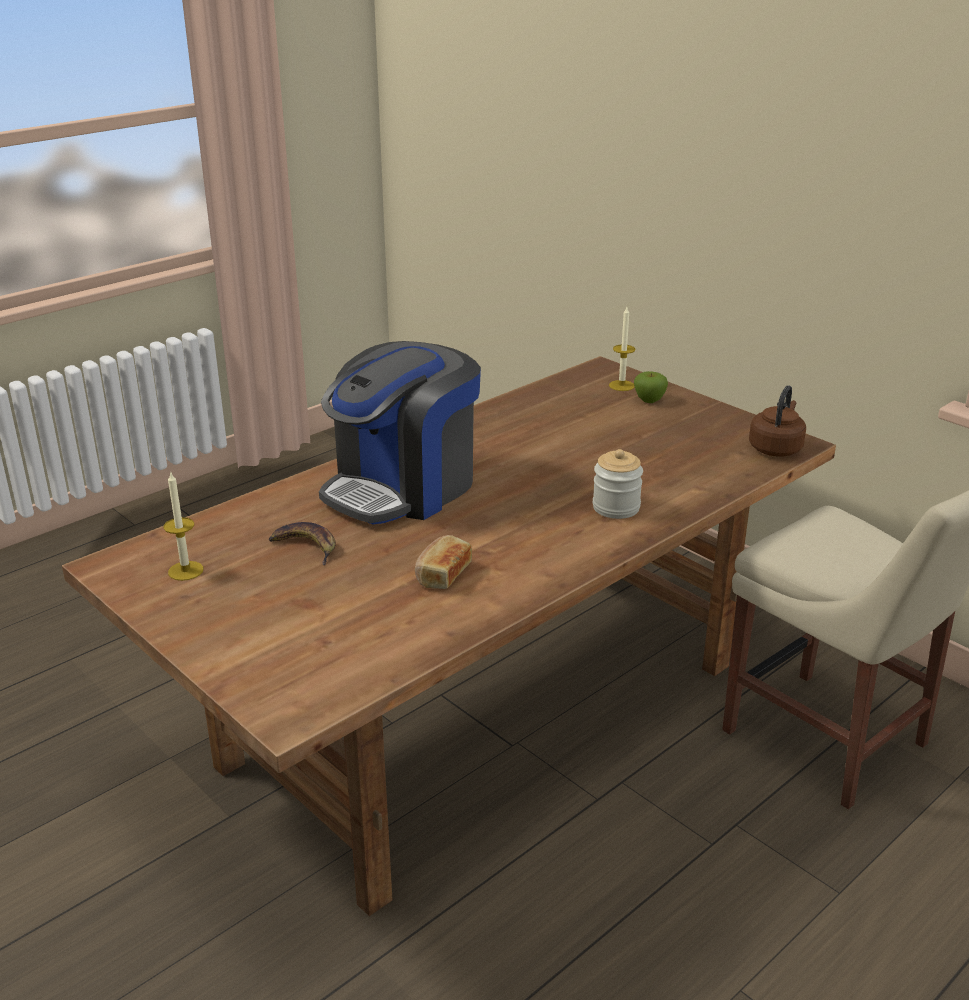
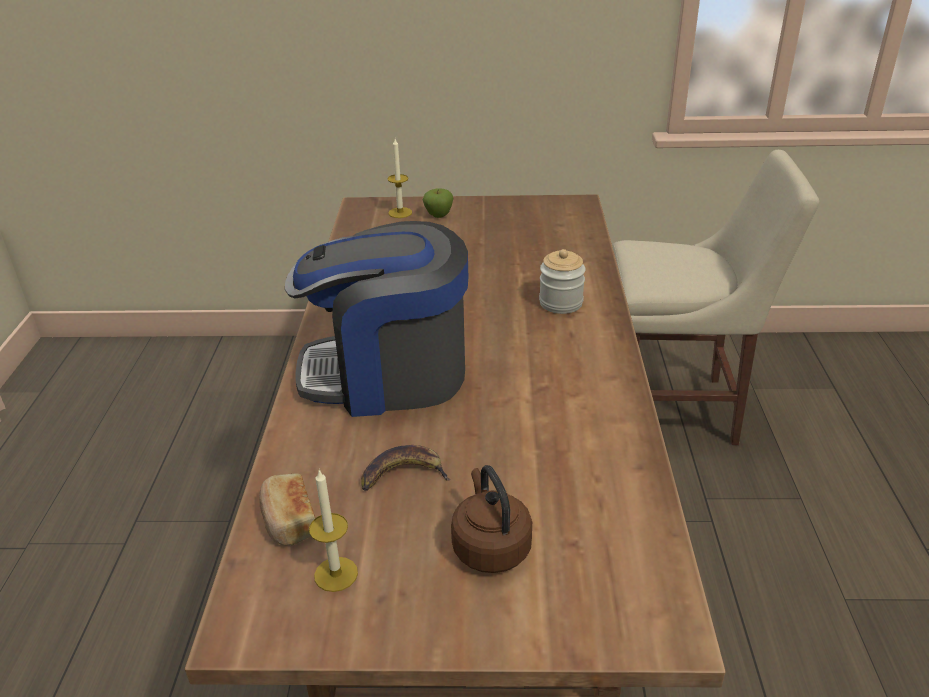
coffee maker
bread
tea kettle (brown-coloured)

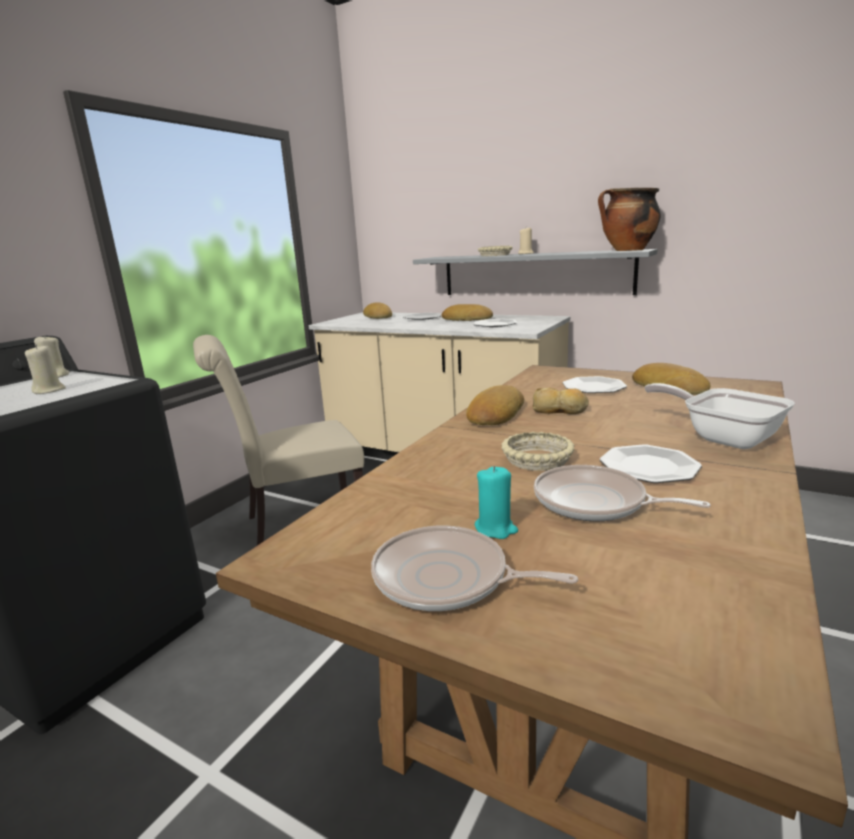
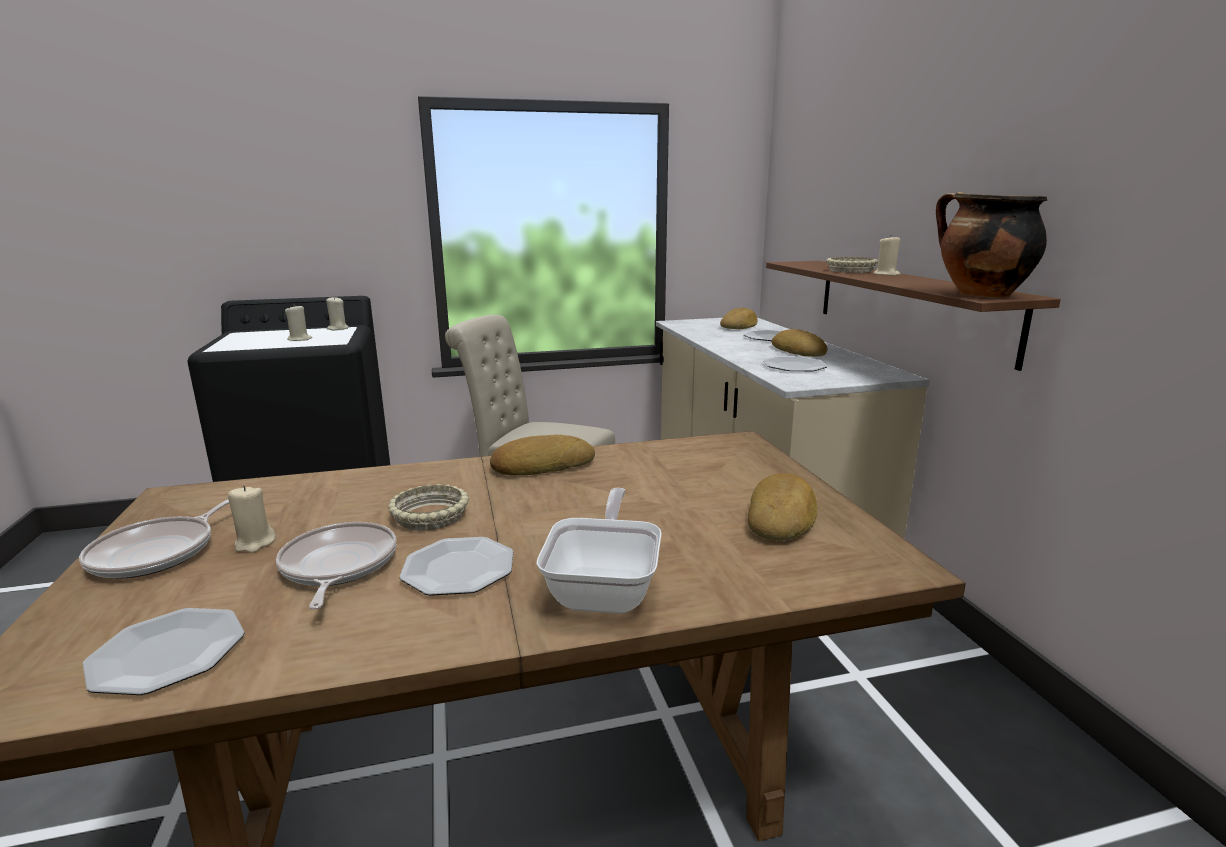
frying pan (no. 1 from left)
bracket shelf (brown-coloured)
candle (beige) (no. 1 from left)
bread (no. 4 from left in the first image)
dinner plate (no. 1 from left)

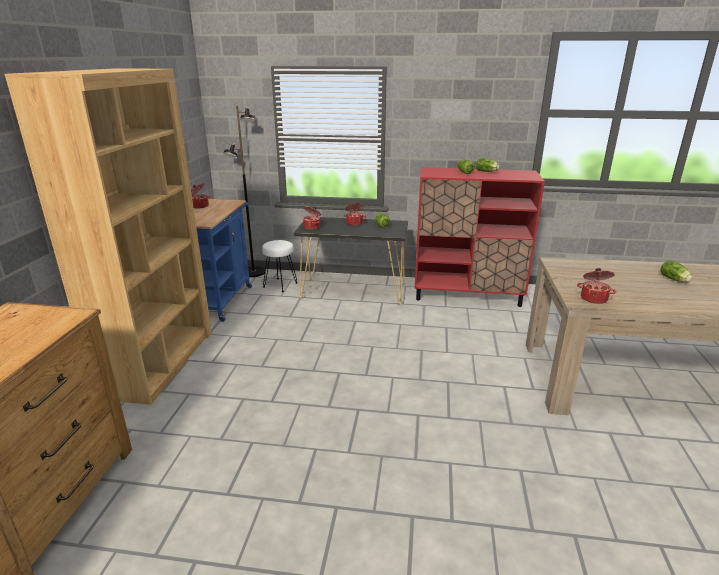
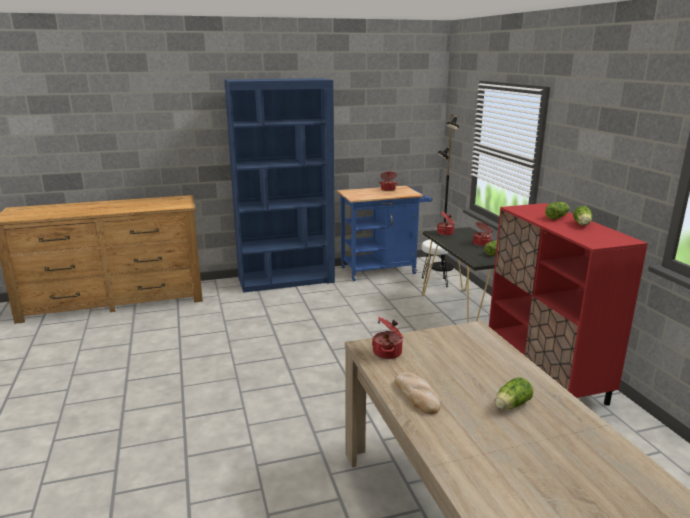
shelving unit (blue)
bread

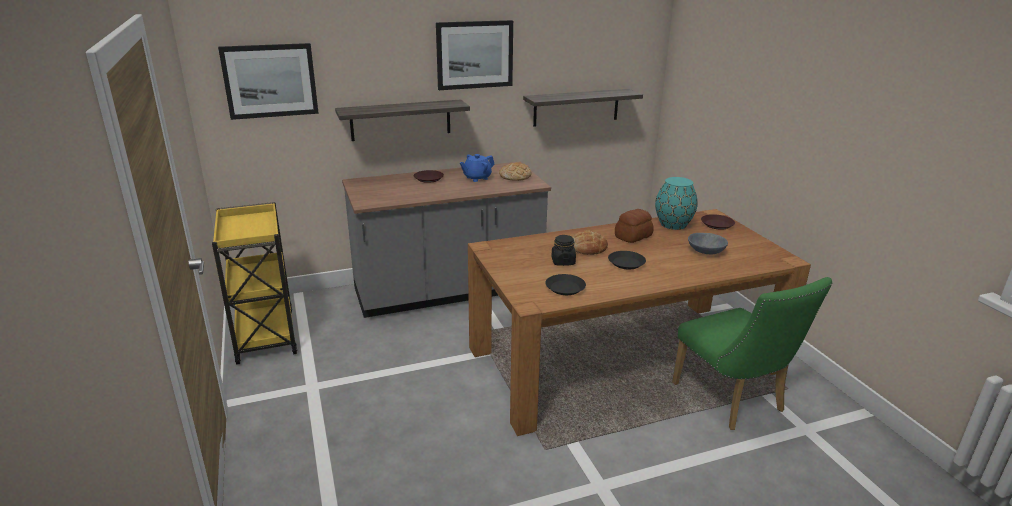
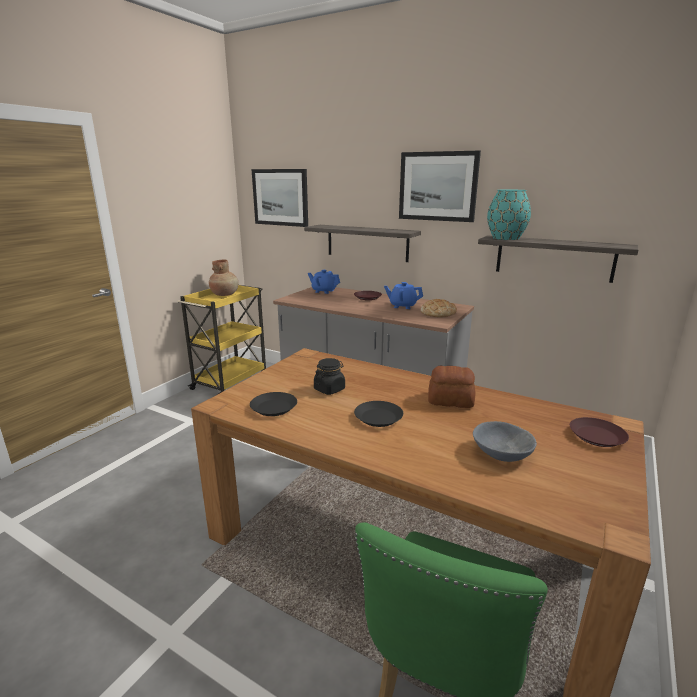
bread (no. 2 from left in the first image)
flower vase (blue-green)
flower vase (brown-coloured)
teapot (blue) (no. 1 from left)

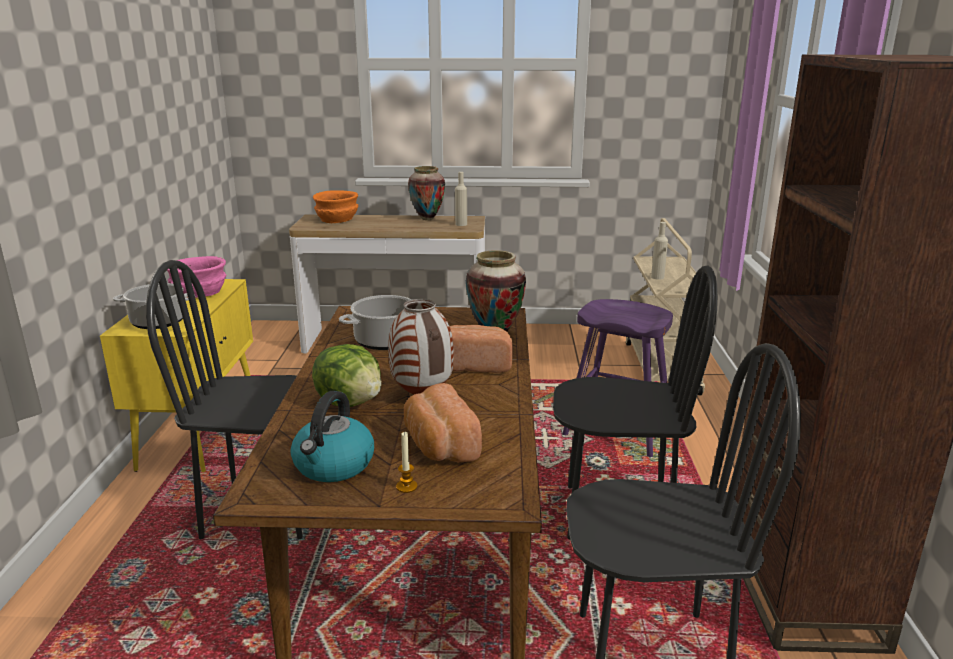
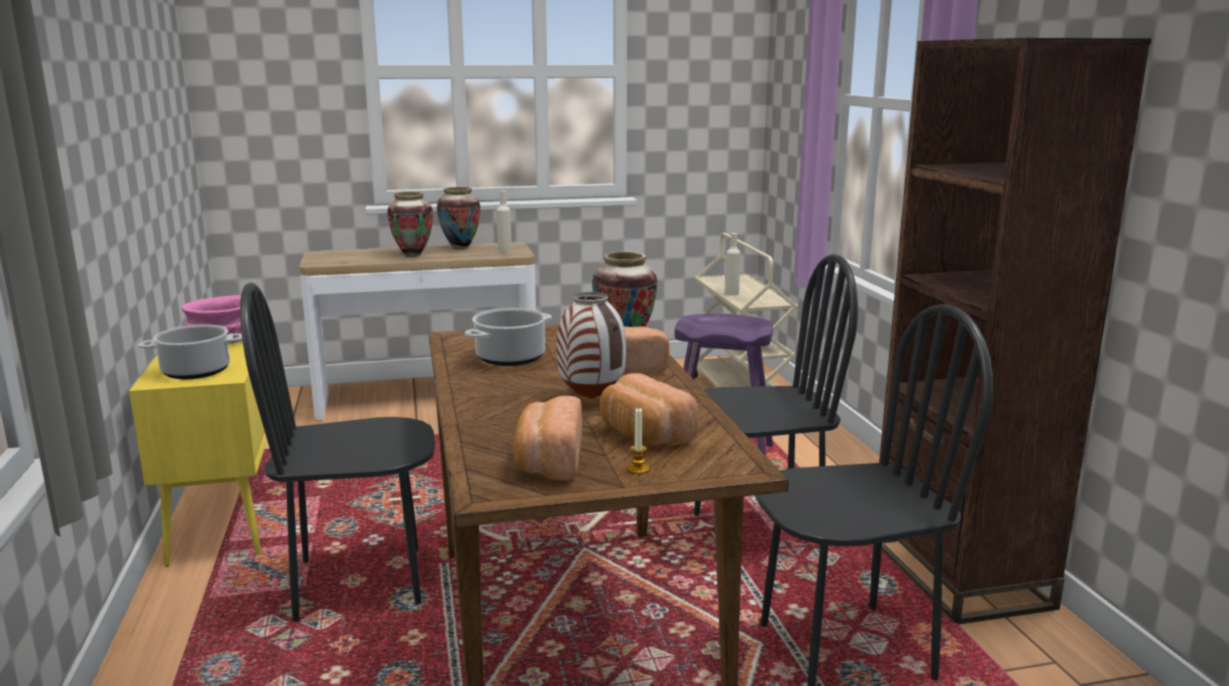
bread (no. 1 from left)
head of lettuce
serving bowl (orange)
flower vase (no. 1 from left)

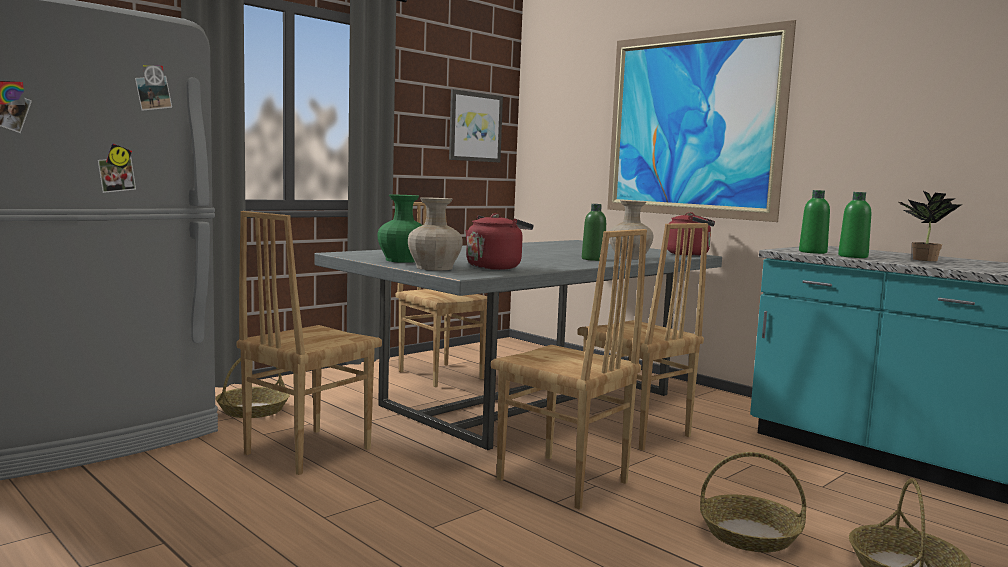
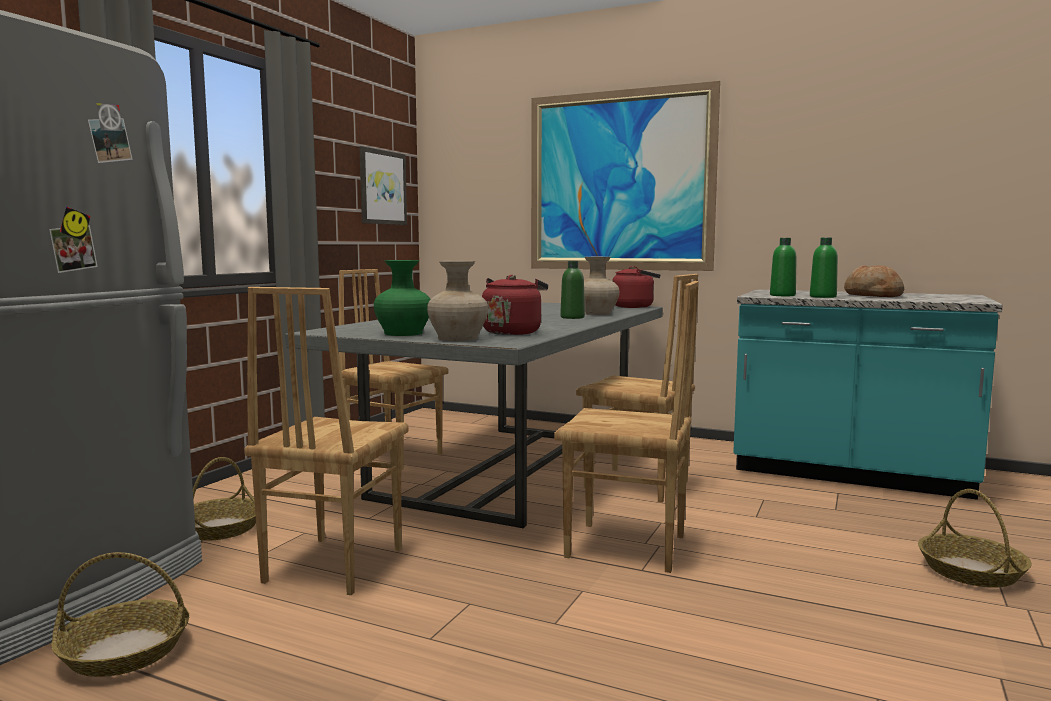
household basket (no. 1 from left)
bread

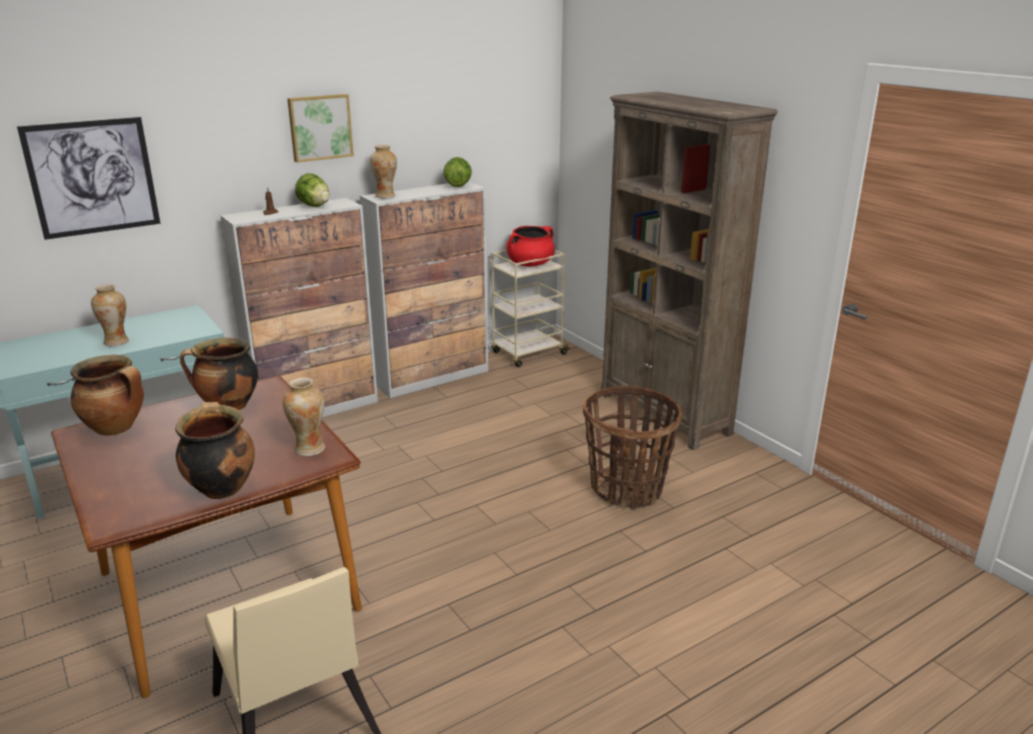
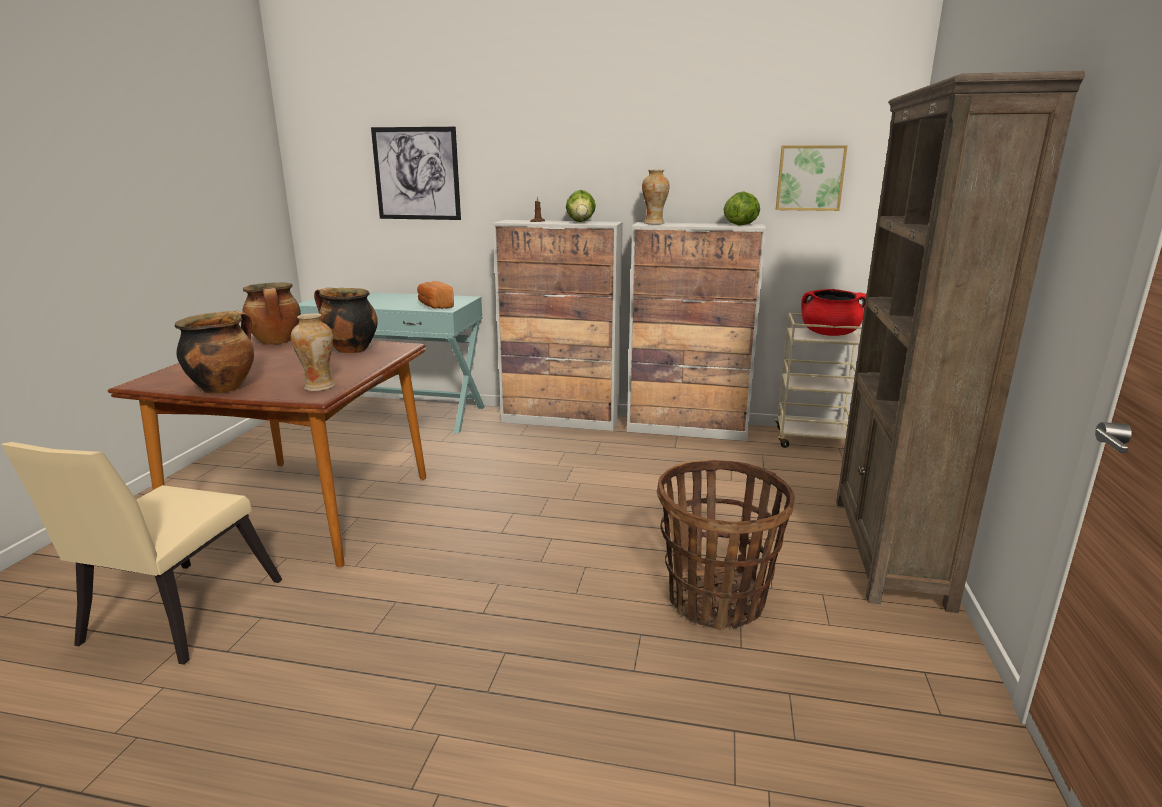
flower vase (no. 1 from left in the first image)
wall picture (no. 2 from left)
bread

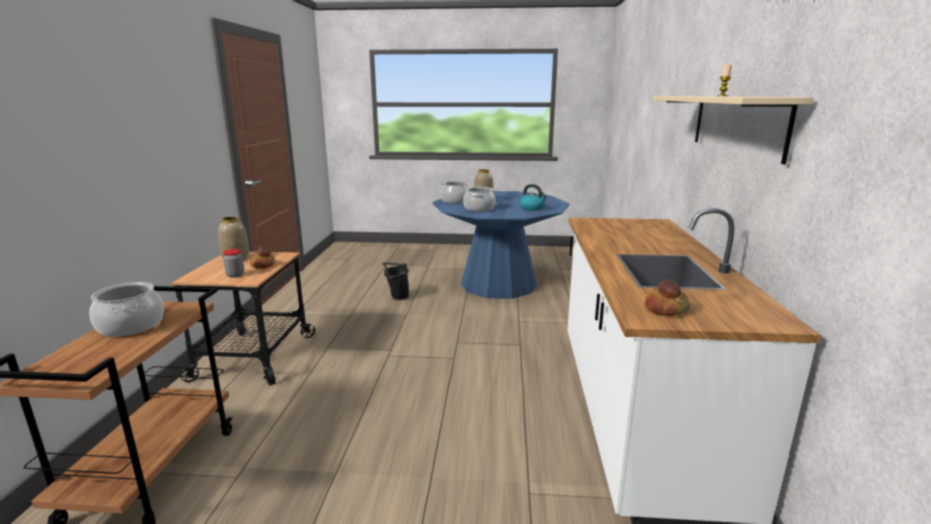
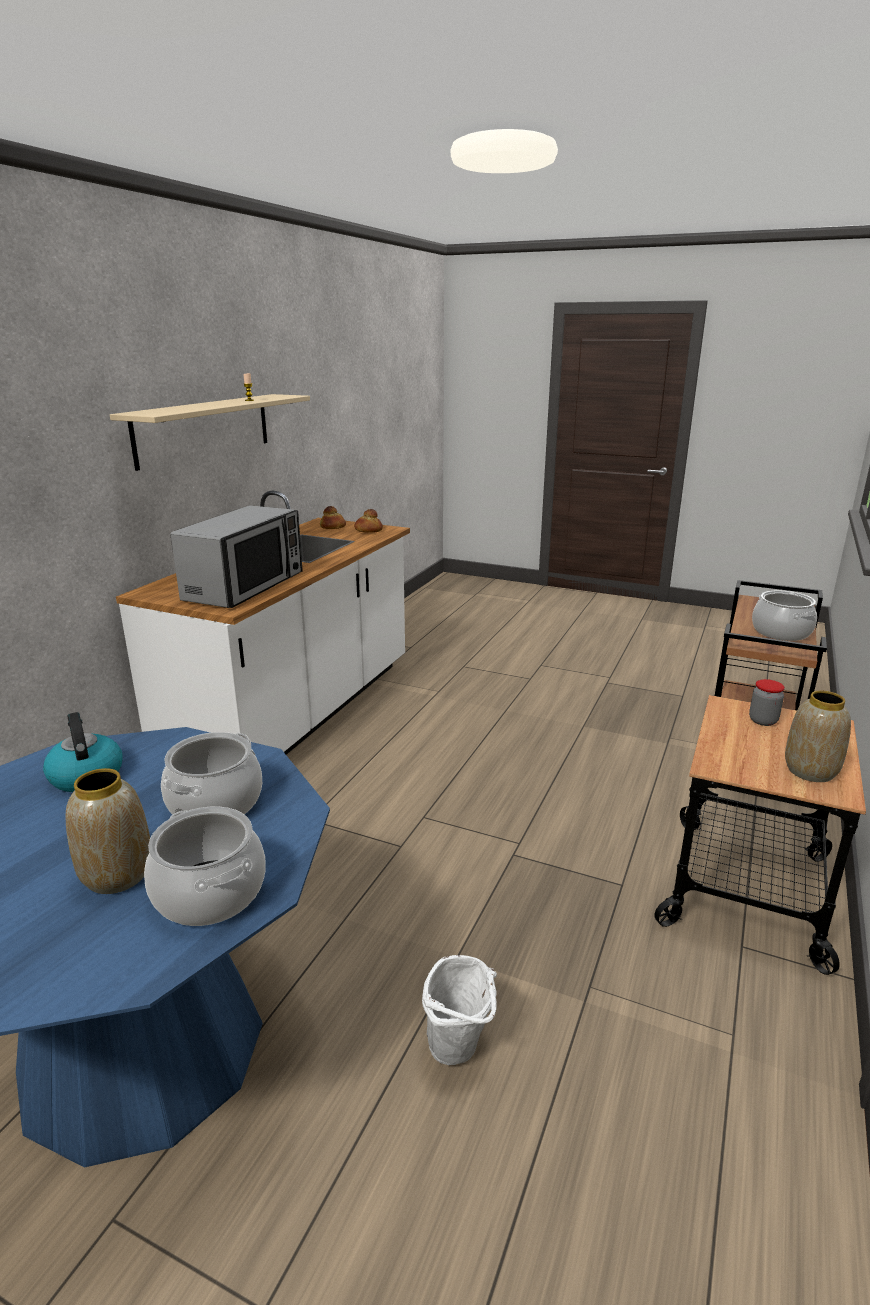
bread (no. 1 from left)
pail (white)
kitchen microwave

